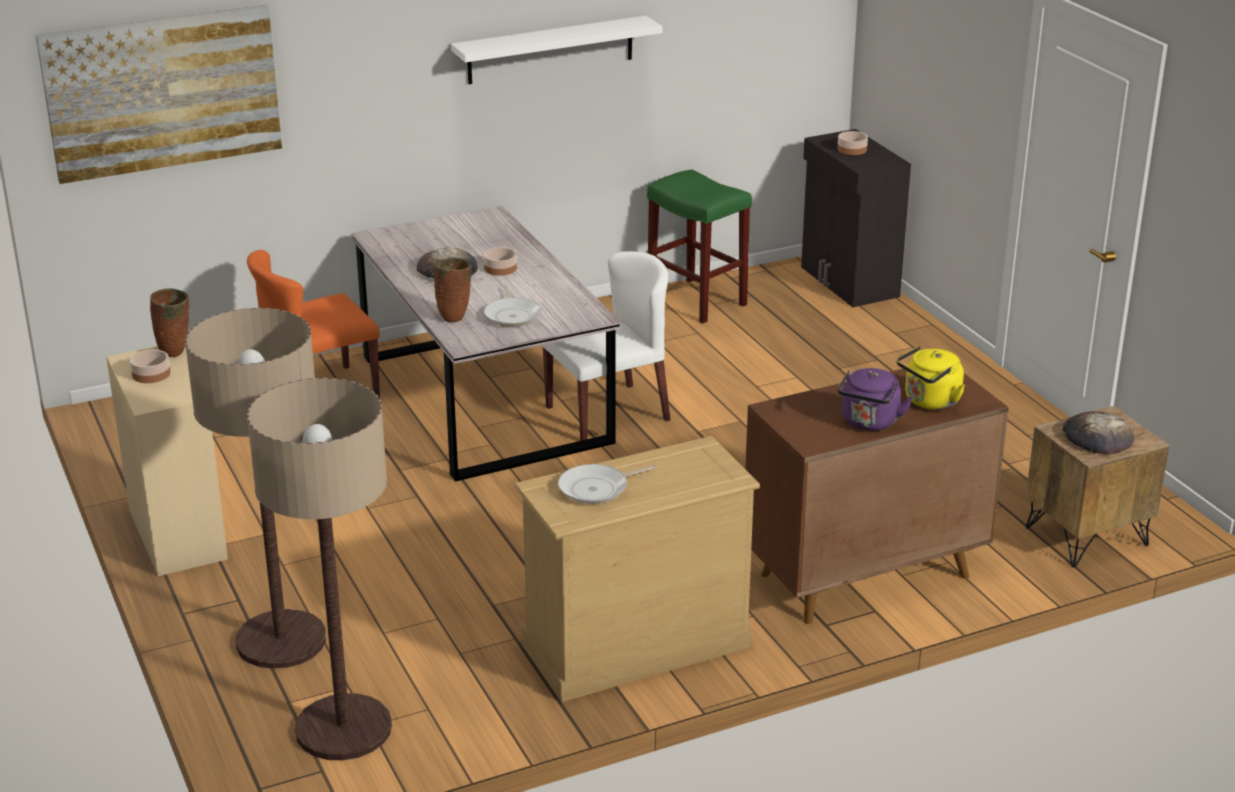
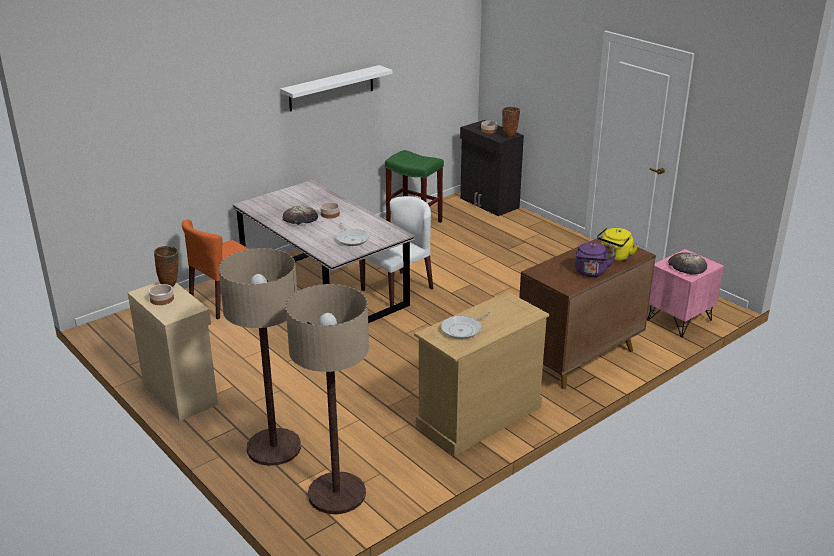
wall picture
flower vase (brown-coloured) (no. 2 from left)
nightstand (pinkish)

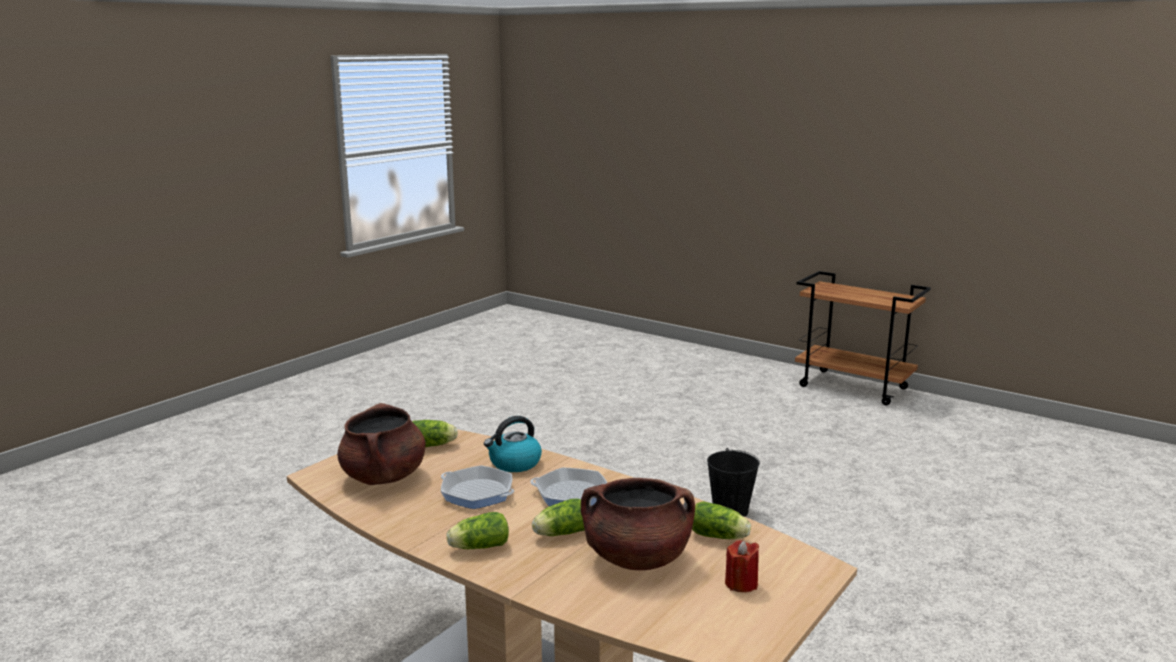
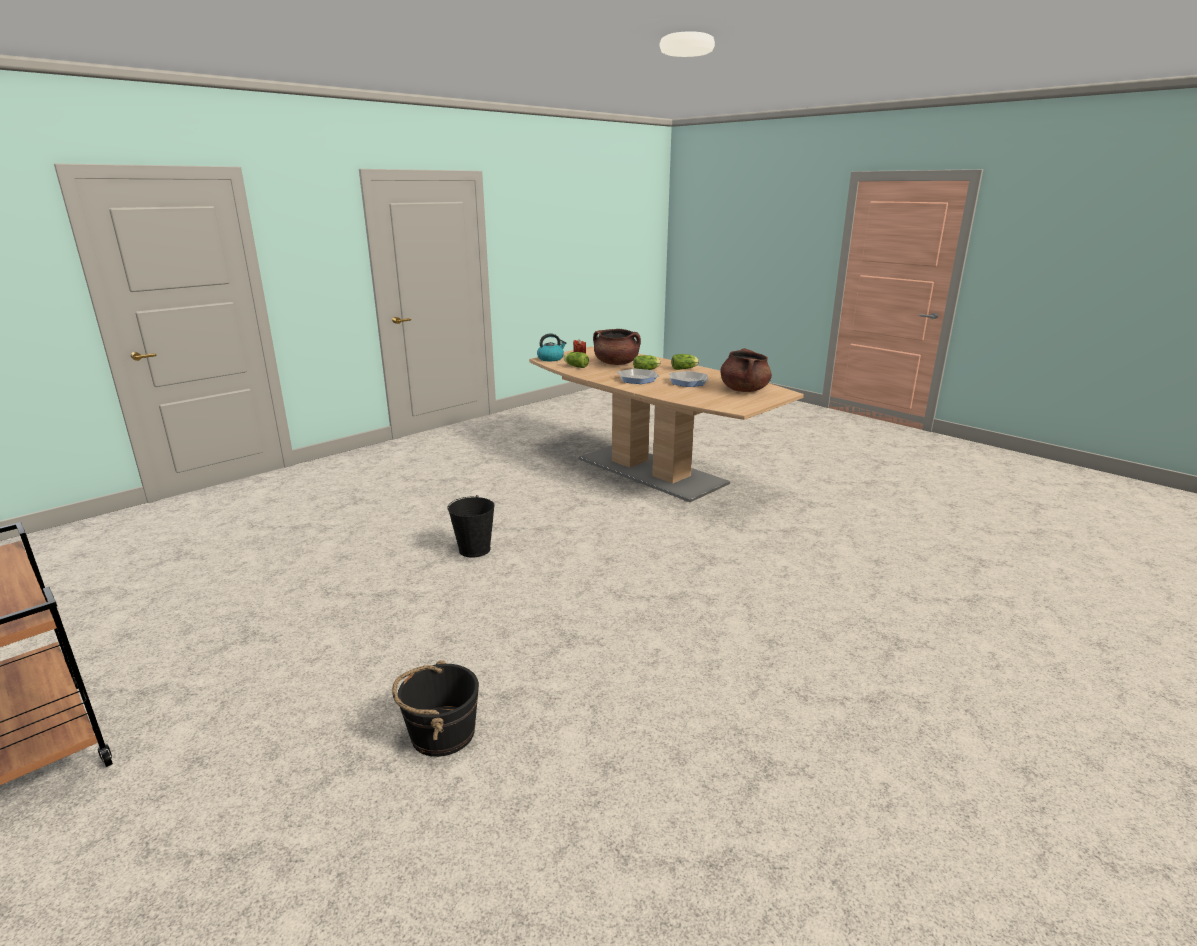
head of lettuce (no. 1 from left in the first image)
tea kettle
pail (blackish) (no. 1 from left)

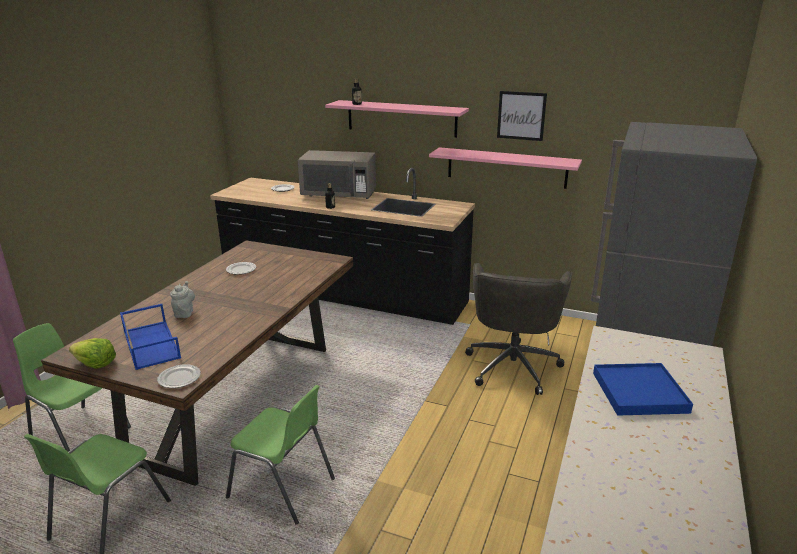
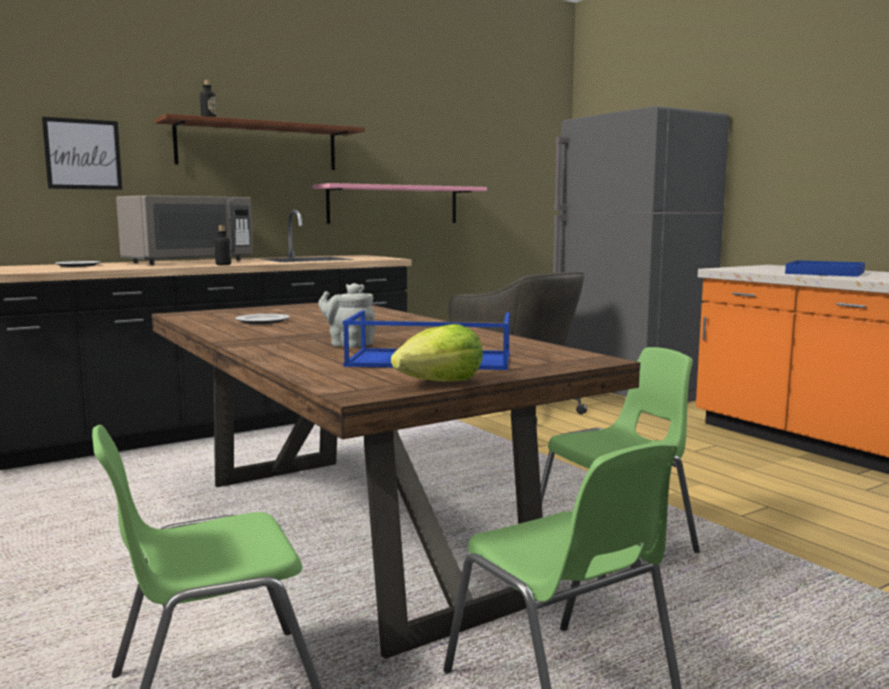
dinner plate (no. 1 from left in the first image)
bracket shelf (brown-coloured)
wall picture

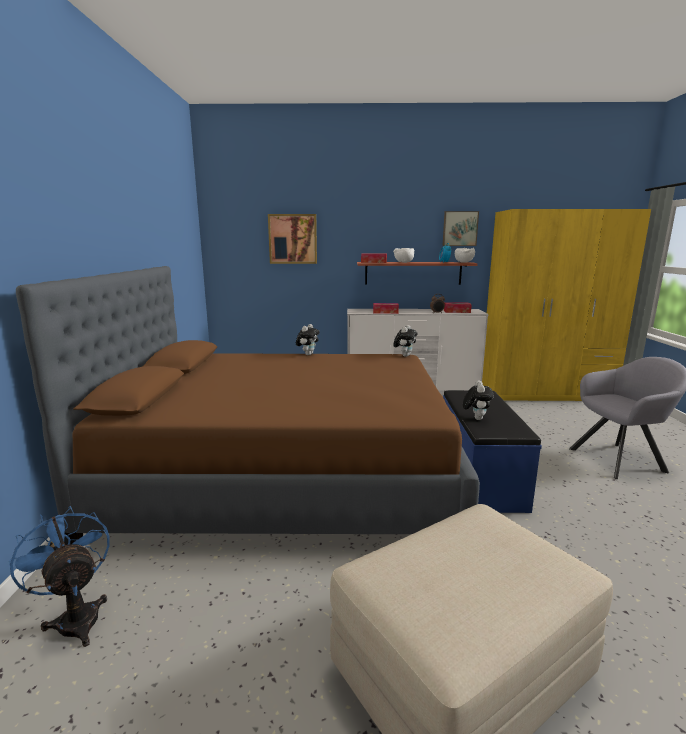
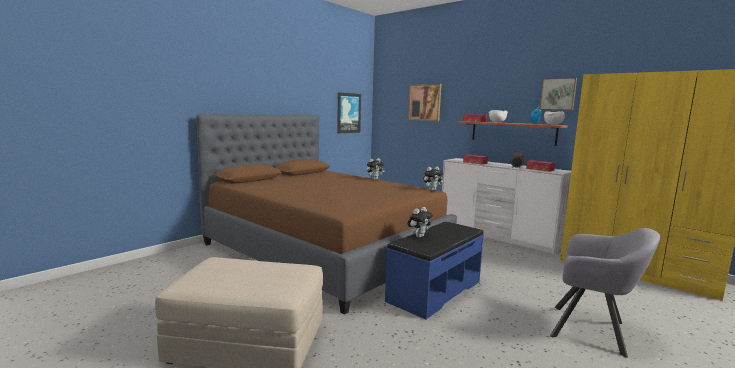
fan (blue)
wall picture (no. 1 from left)

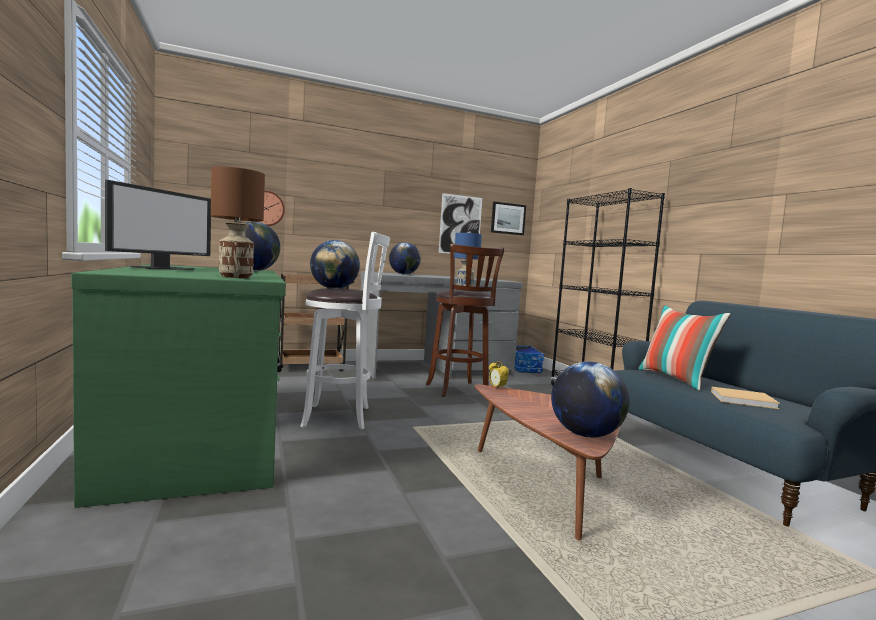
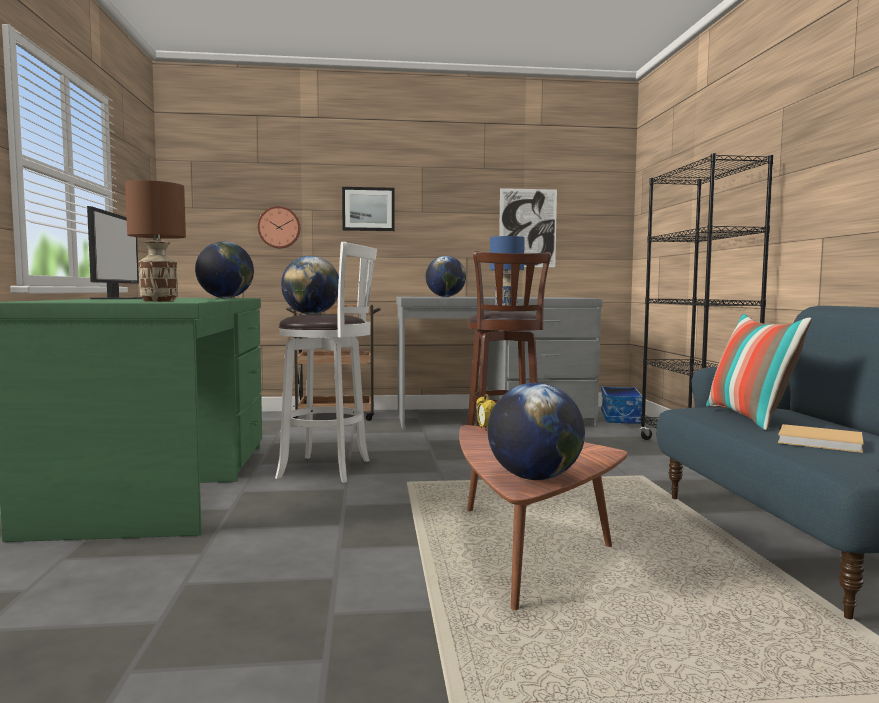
monitor
wall picture (no. 1 from left)

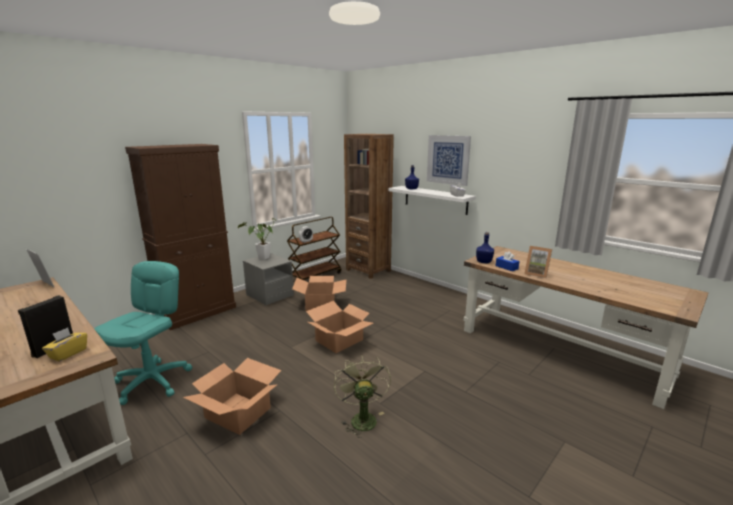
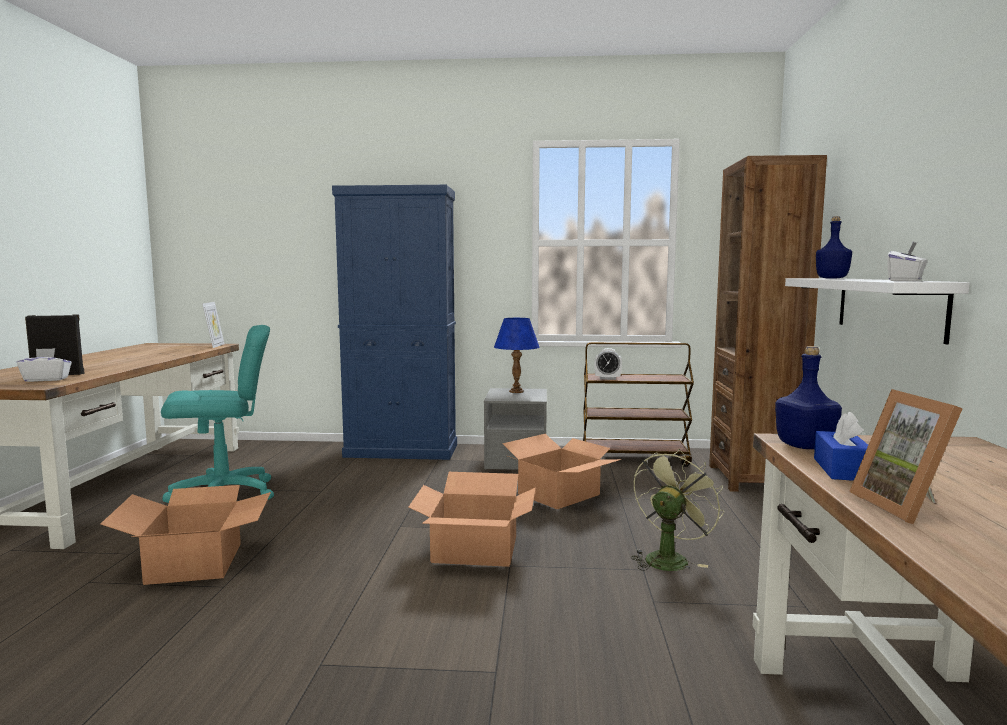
box of tissues (white) (no. 1 from left)
cupboard (blue)
table lamp (blue)
fan (greenish)
wall picture

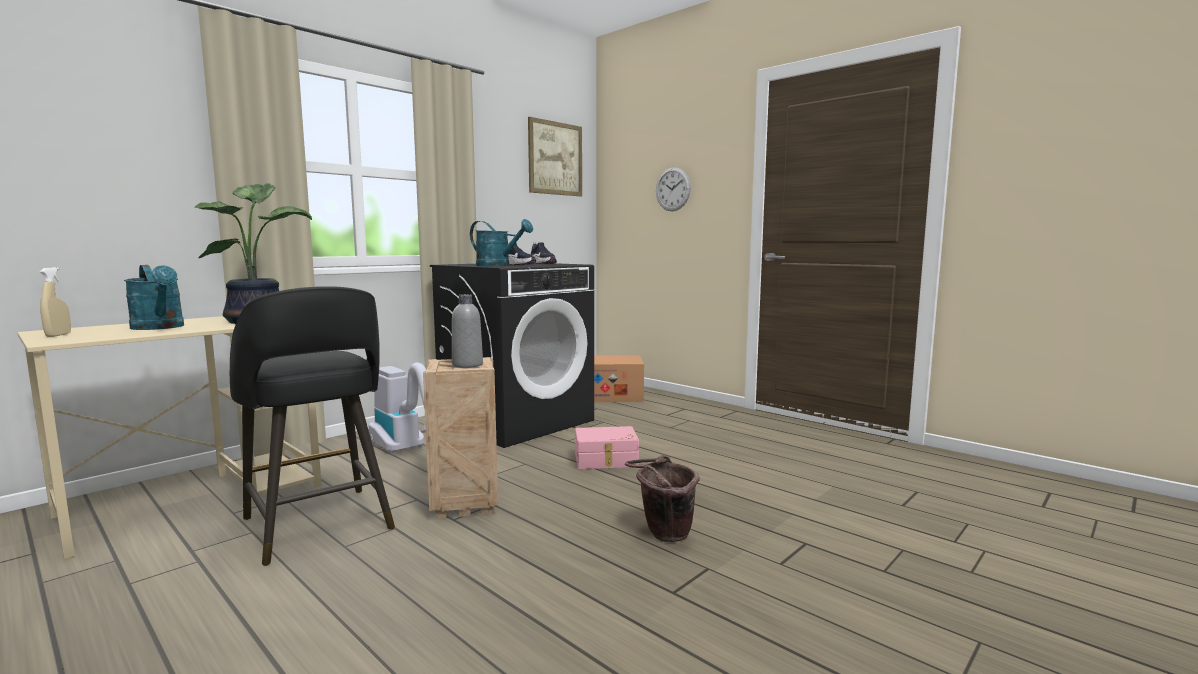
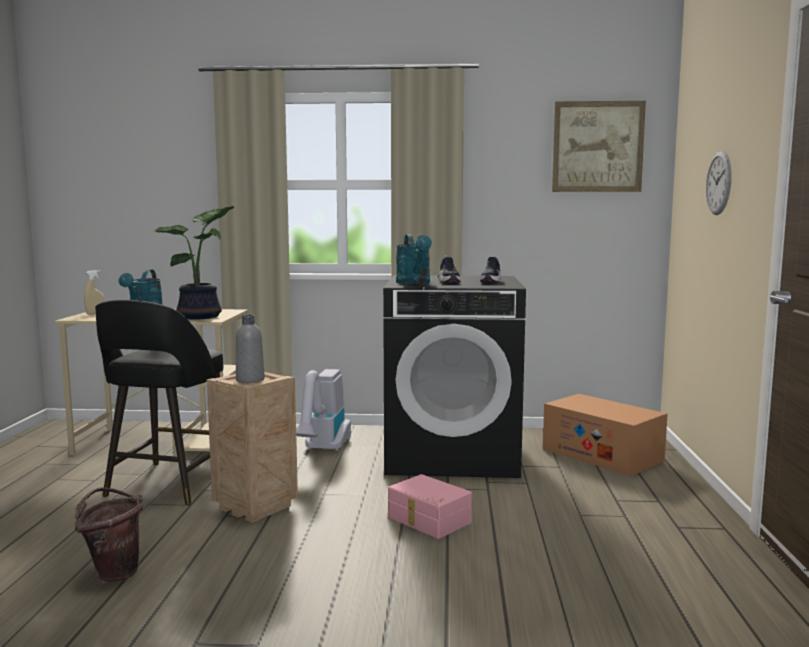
pail (brown-coloured)

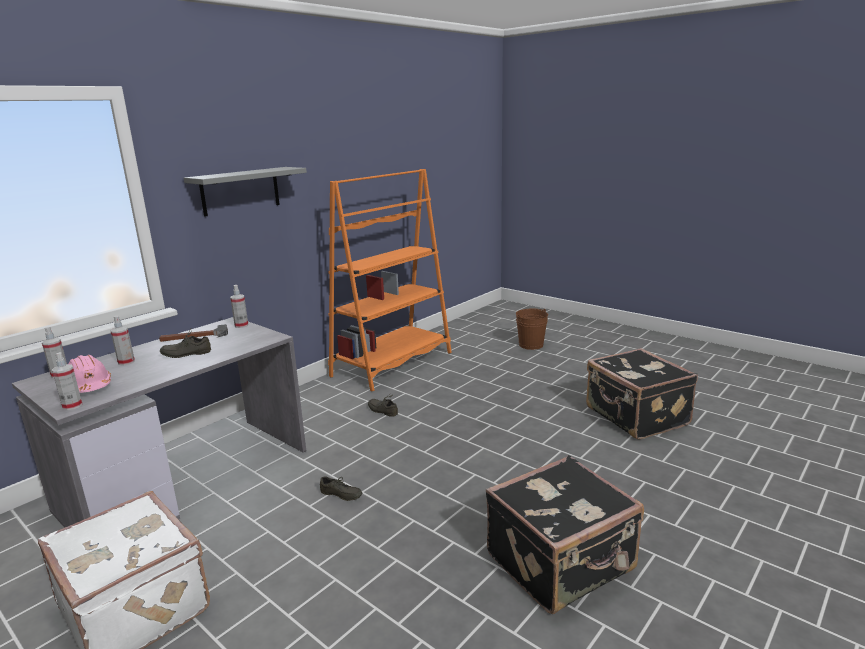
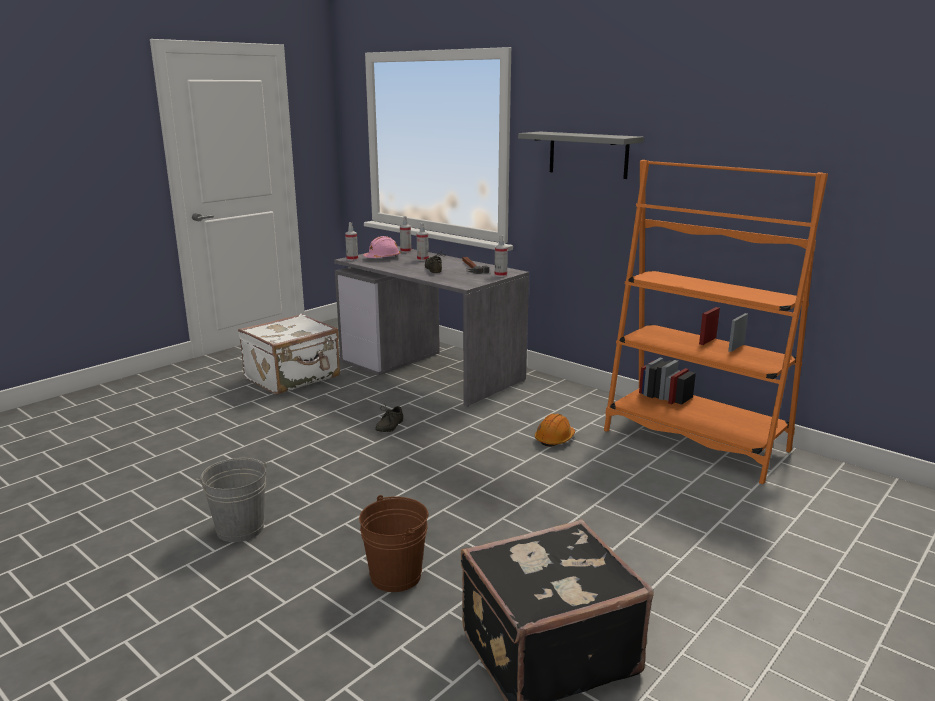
hard hat (orange)
pail (greyish)
pail (brown-coloured)

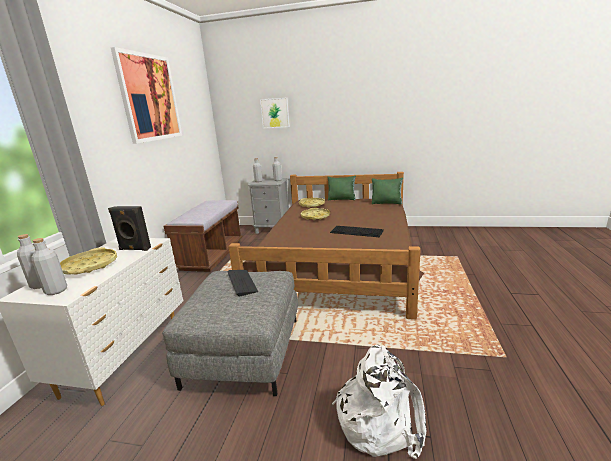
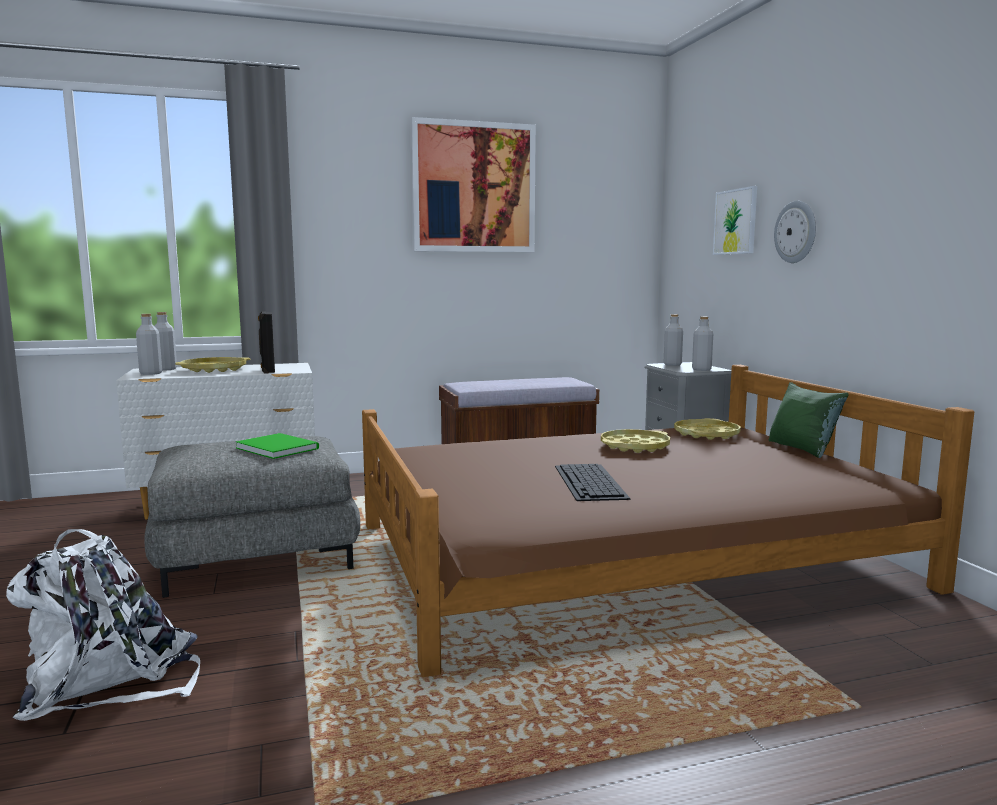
book (greenish)
pillow (greenish) (no. 2 from left in the first image)
clock on the wall

